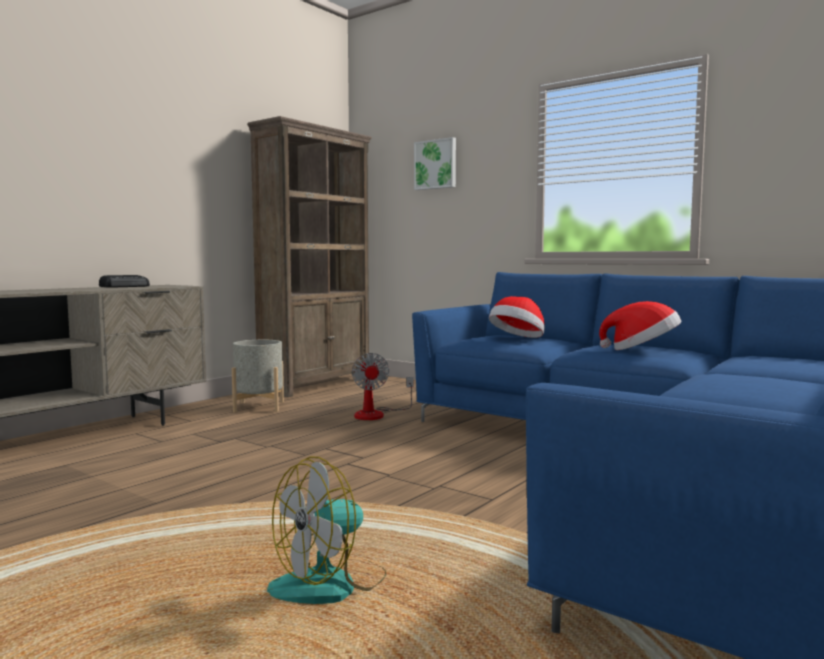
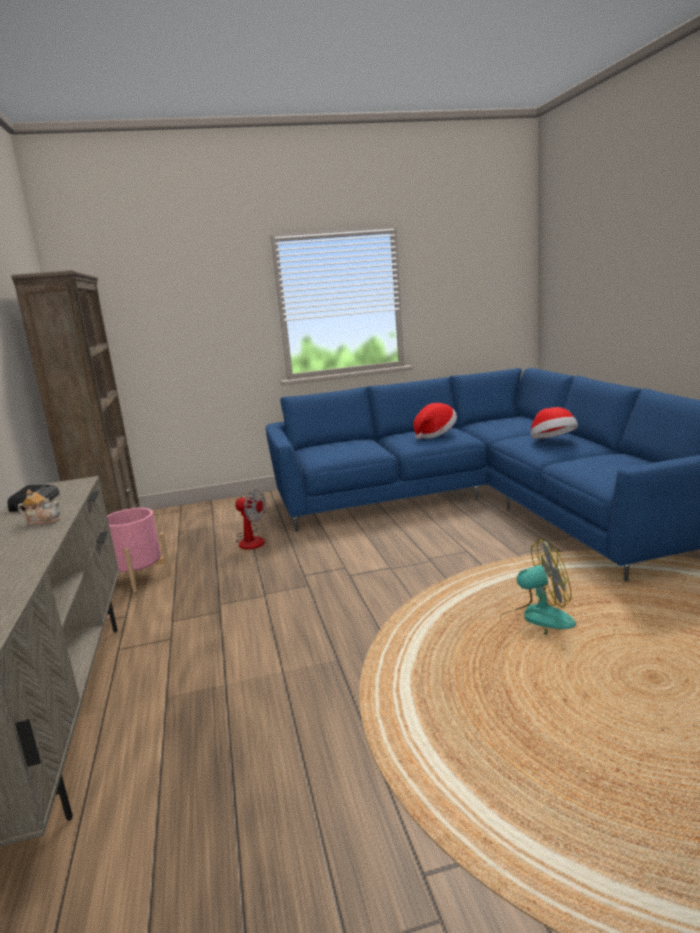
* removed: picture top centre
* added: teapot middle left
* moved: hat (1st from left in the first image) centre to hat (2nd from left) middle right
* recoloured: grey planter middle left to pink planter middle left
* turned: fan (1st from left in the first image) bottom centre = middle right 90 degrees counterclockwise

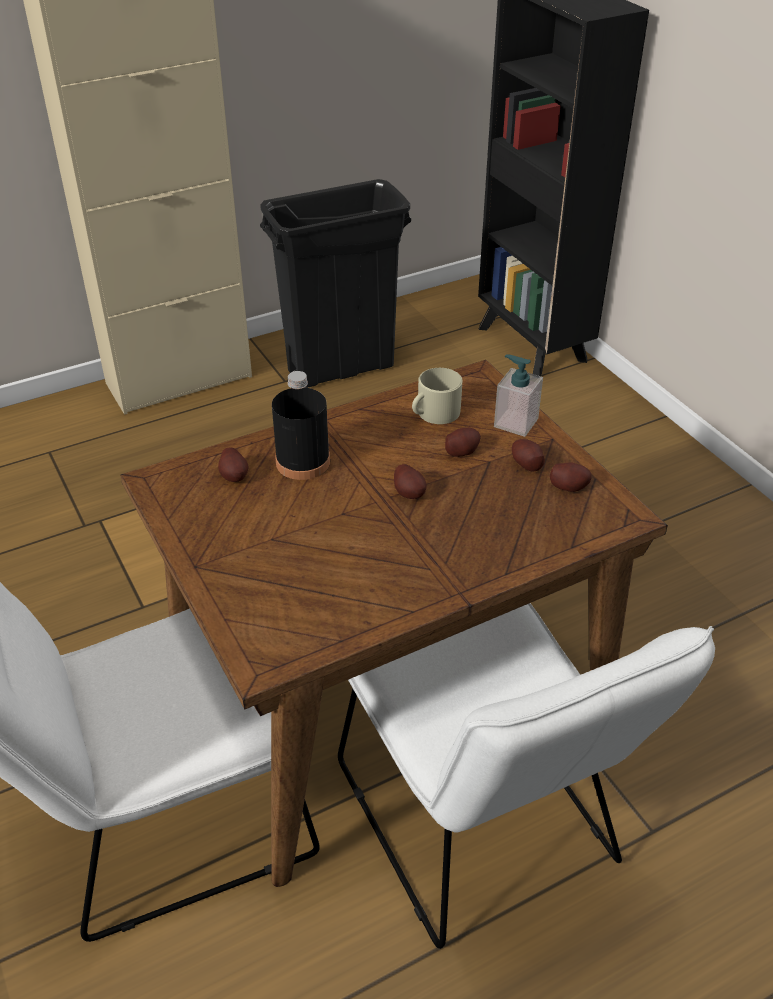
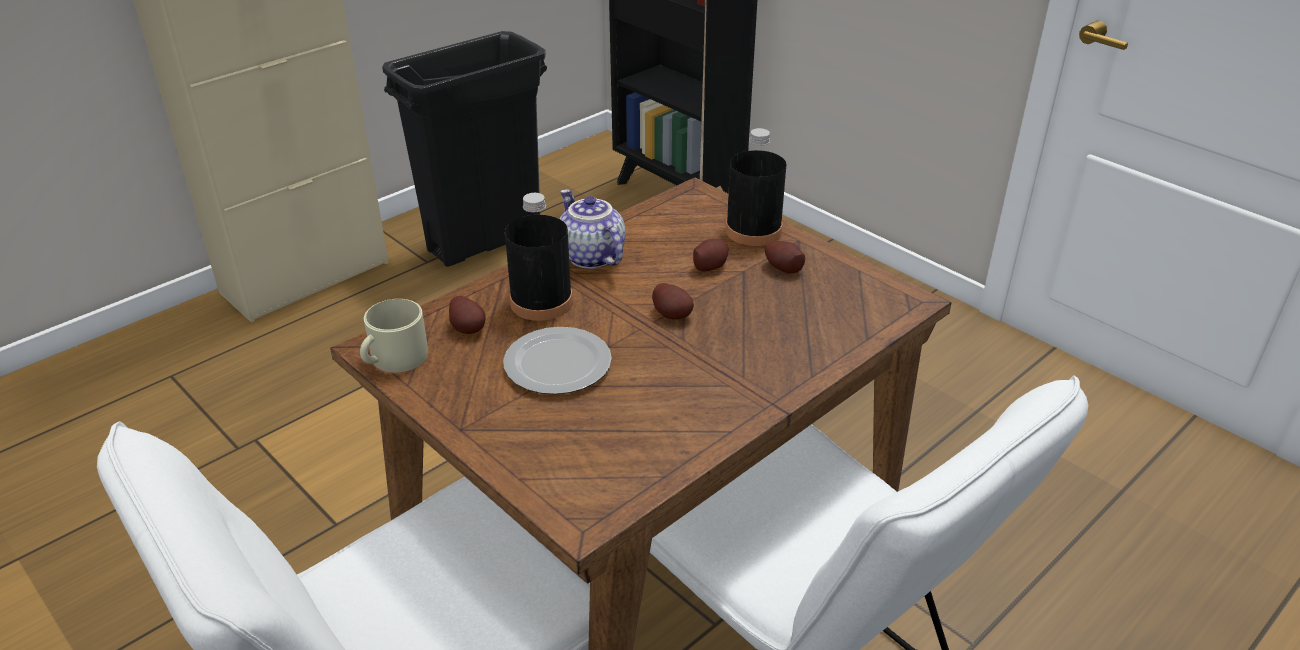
* removed: potato (5th from left) middle right
* added: plate centre
* added: teapot centre
* moved: beige mug centre to middle left
* replaced: soap dispenser middle right to black bottle (2nd from left) top centre

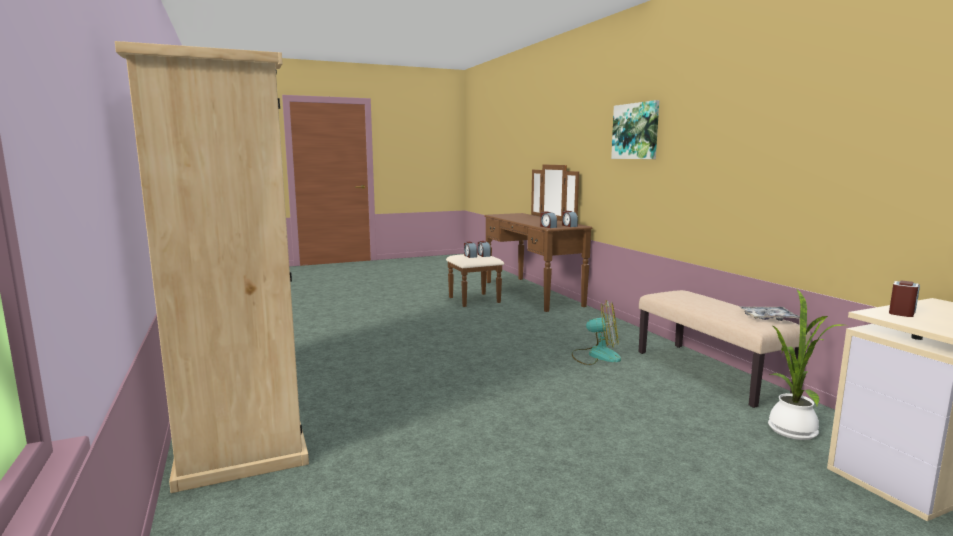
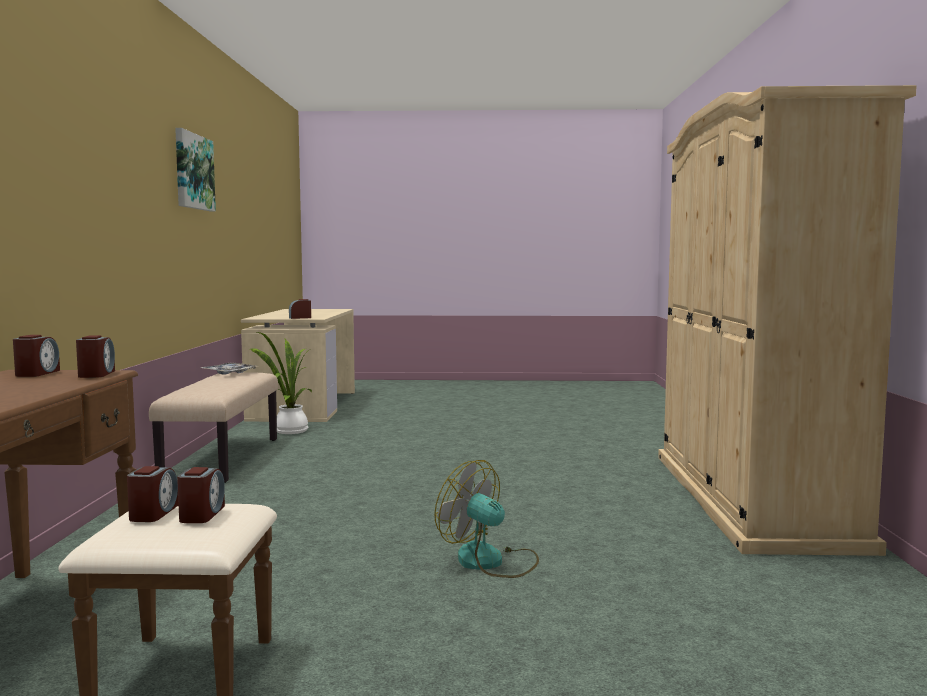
* moved: fan centre to bottom centre
* moved: picture top centre to top left

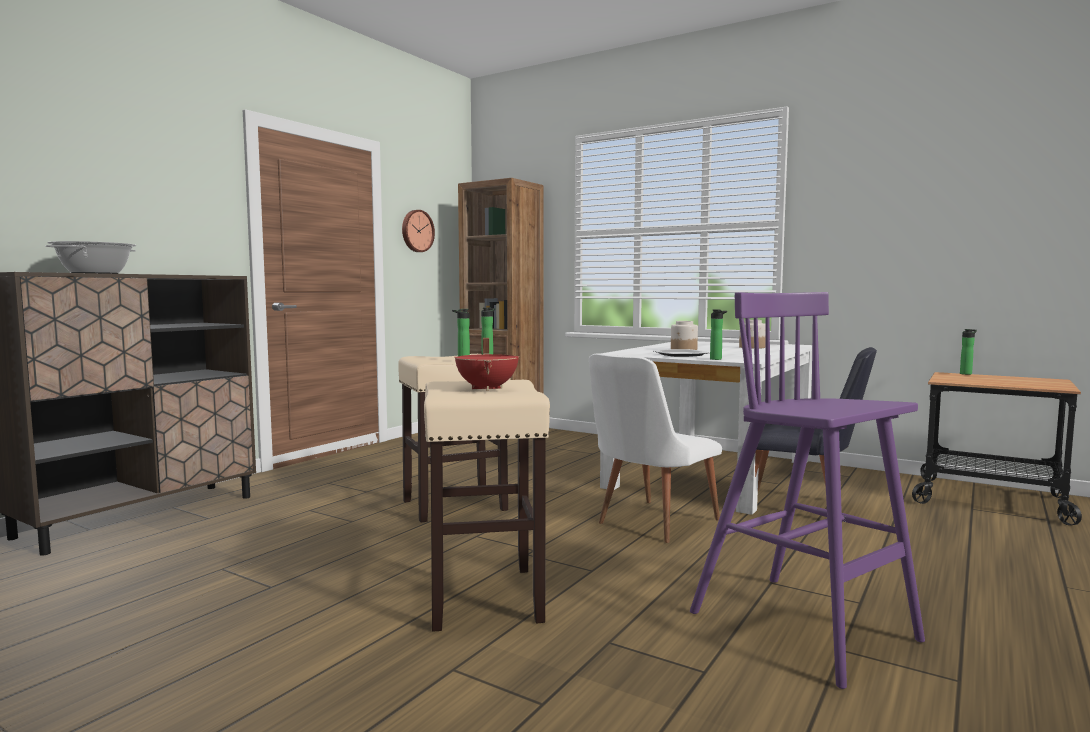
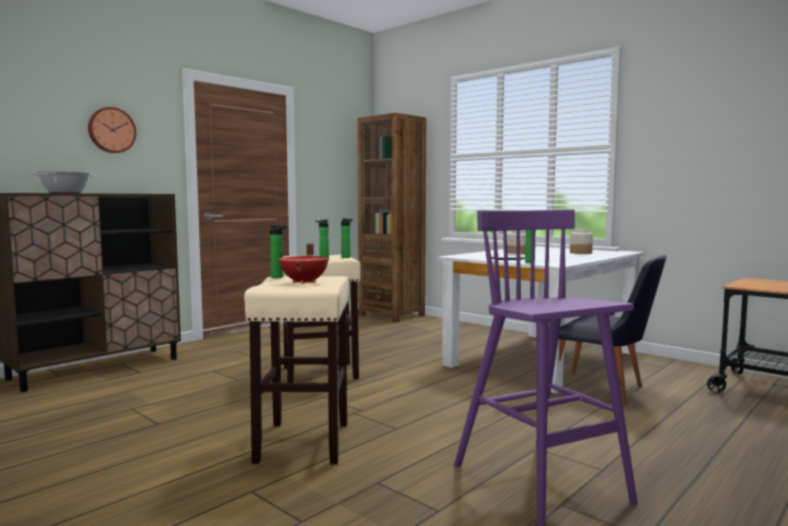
* removed: white chair centre
* moved: wall clock top centre to top left
* moved: bottle (4th from left in the first image) middle right to bottle (1st from left) centre

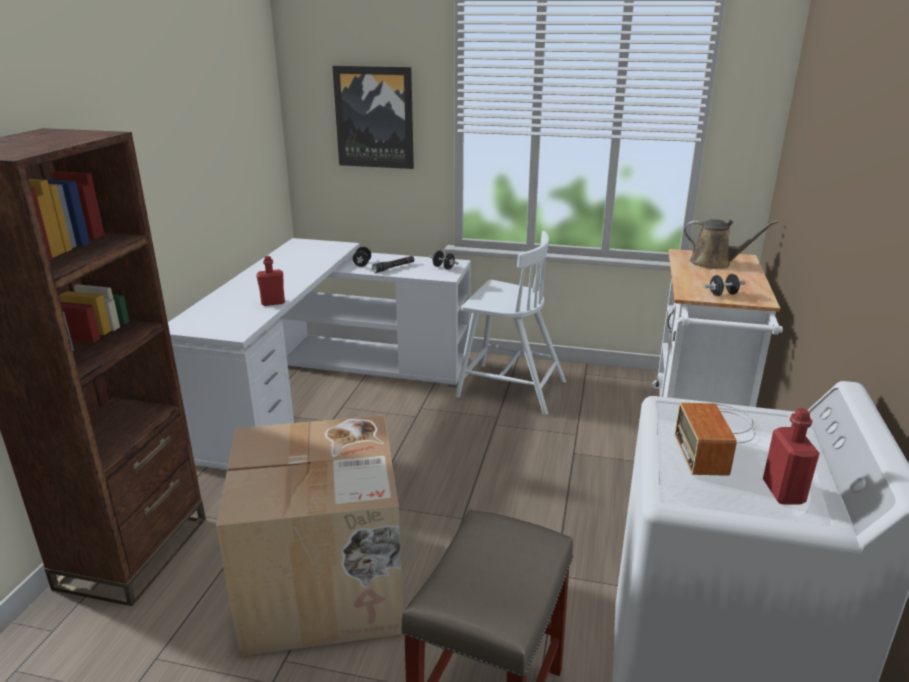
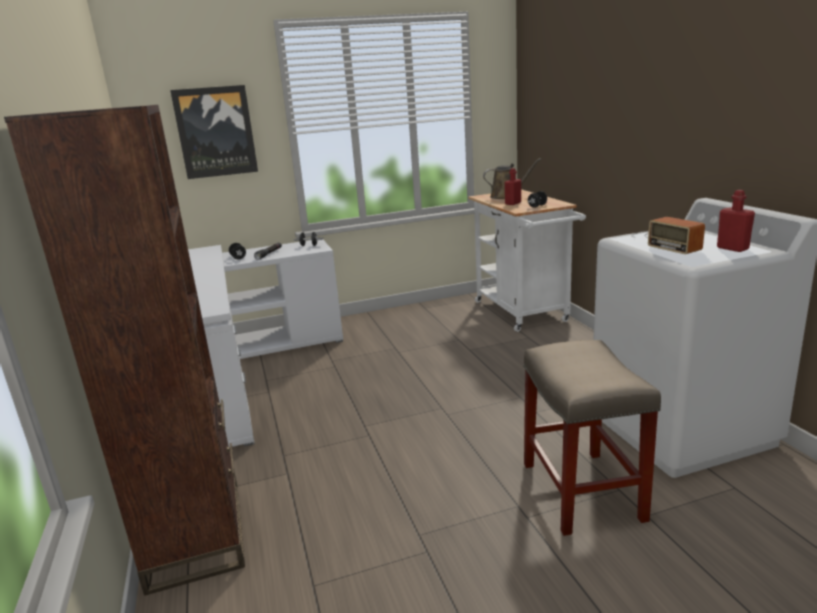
* removed: cardboard box bottom centre
* removed: white chair centre
* moved: red bottle (1st from left) middle left to top centre

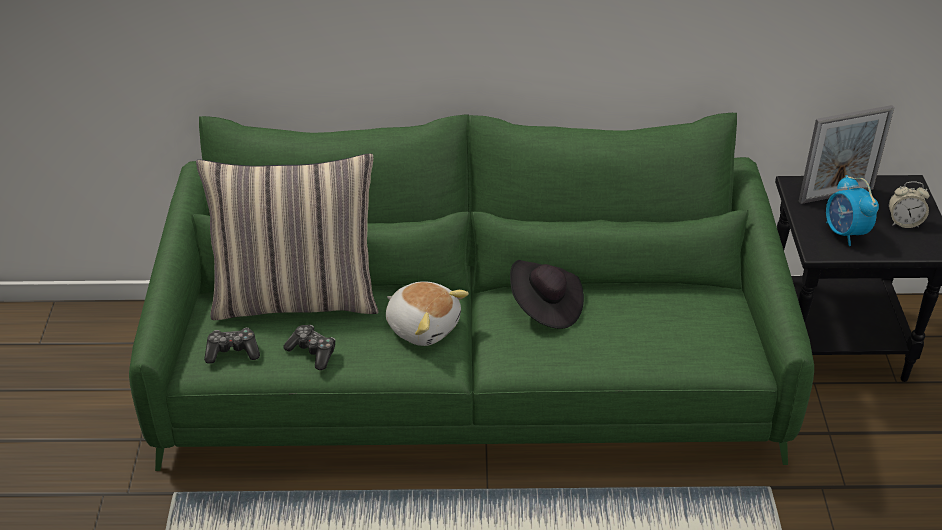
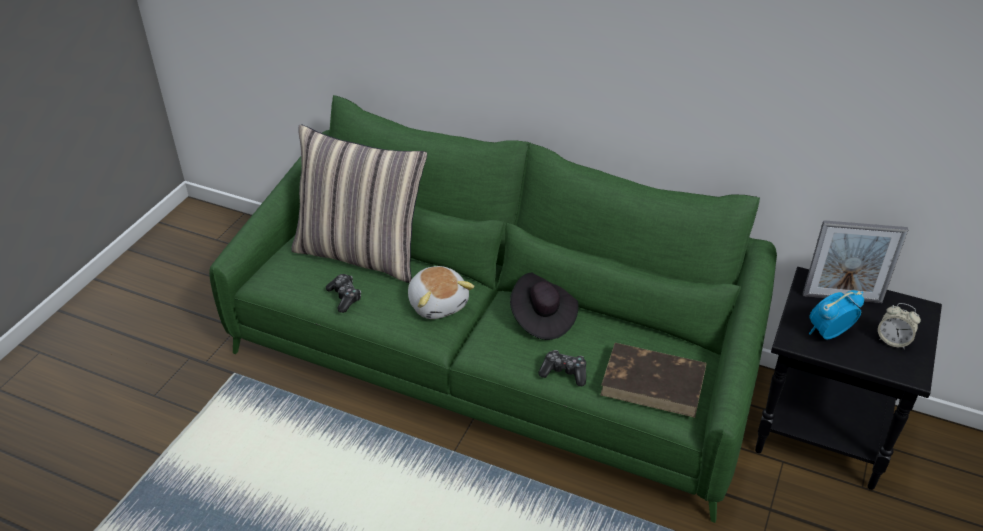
* added: brown book bottom centre
* moved: game controller (1st from left in the first image) middle left to game controller (2nd from left) bottom centre
* turned: alarm clock (1st from left) middle right = middle right 60 degrees clockwise

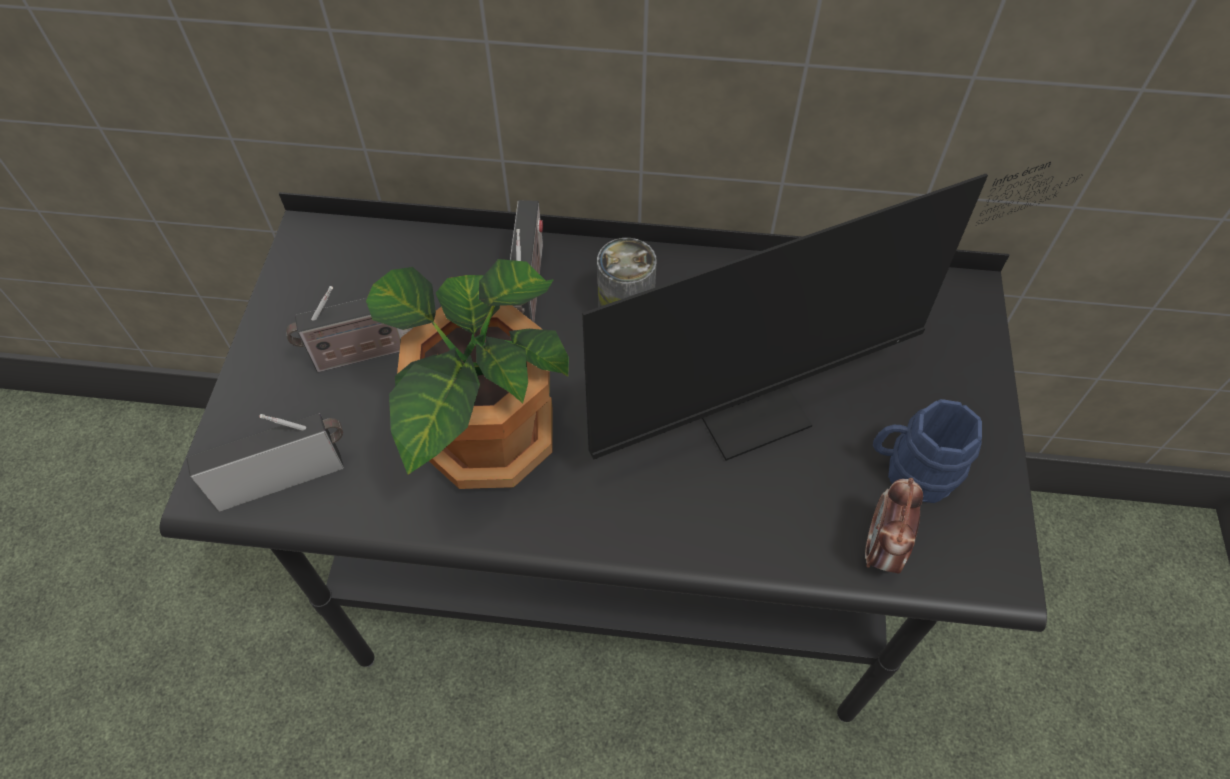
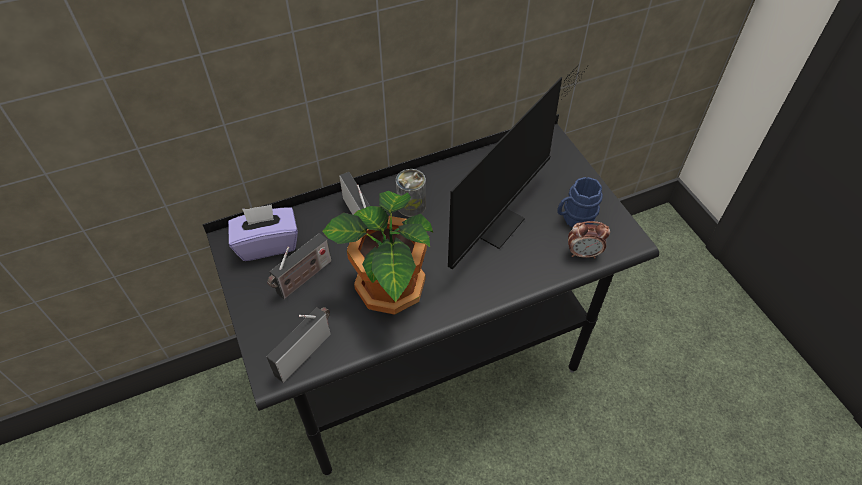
* added: purple tissue box middle left
* turned: alarm clock bottom right = middle right 75 degrees counterclockwise

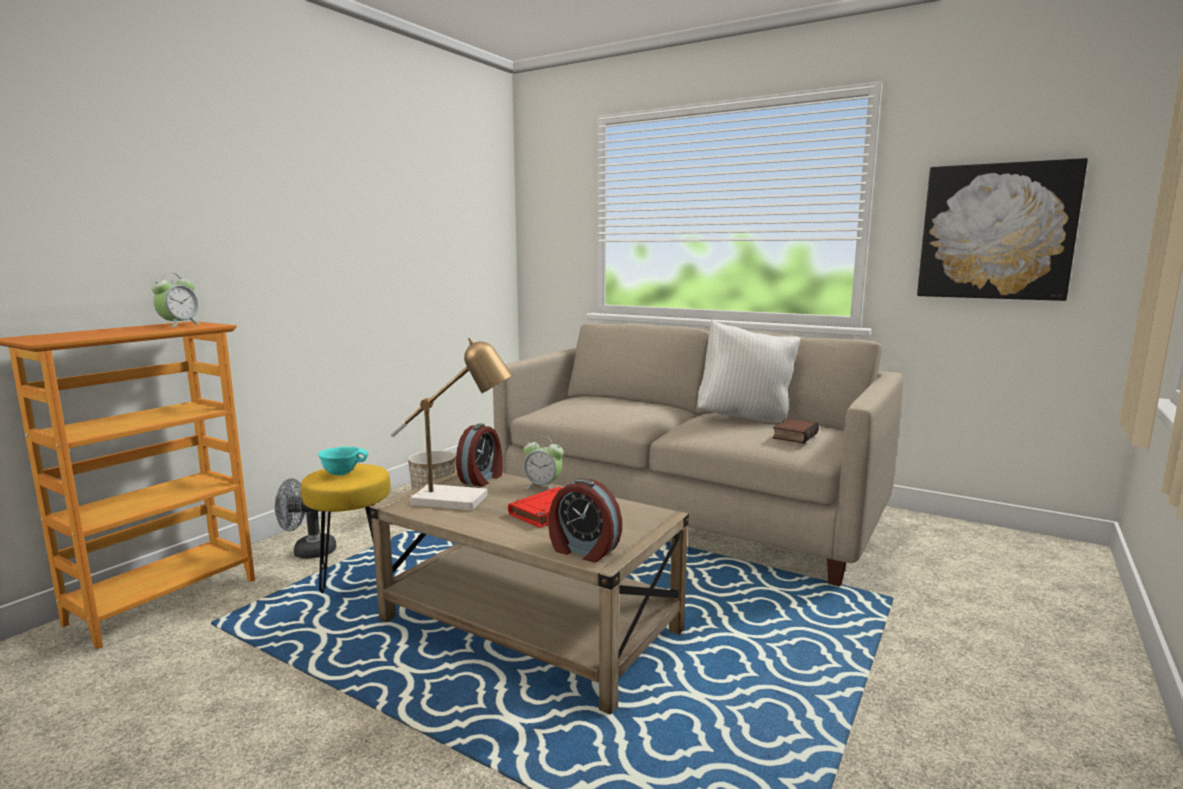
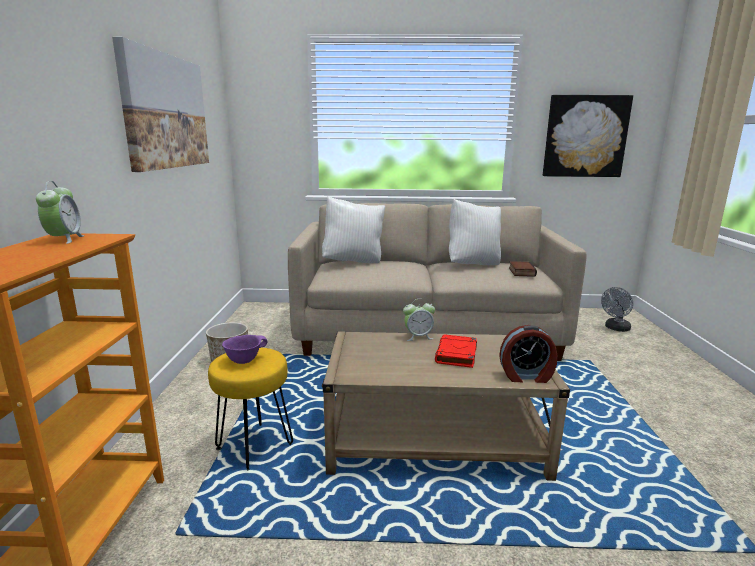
* removed: table lamp centre
* removed: alarm clock (2nd from left) centre
* added: picture (1st from left) top left
* added: white pillow (1st from left) centre
* moved: grey fan middle left to middle right
* recoloured: turquoise bowl middle left to purple bowl middle left

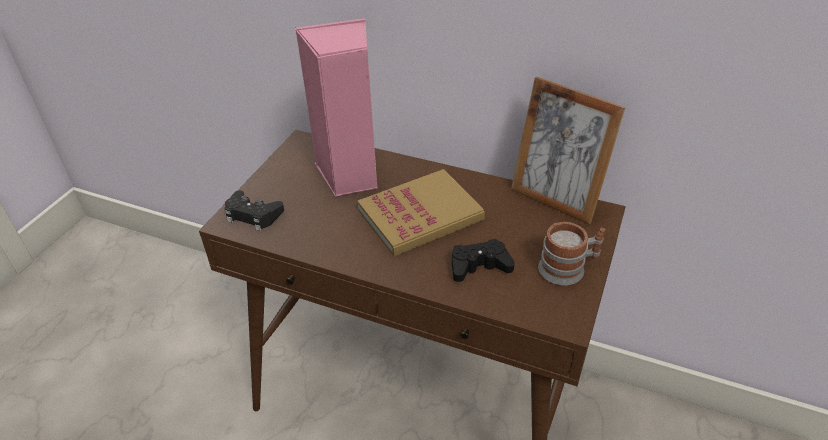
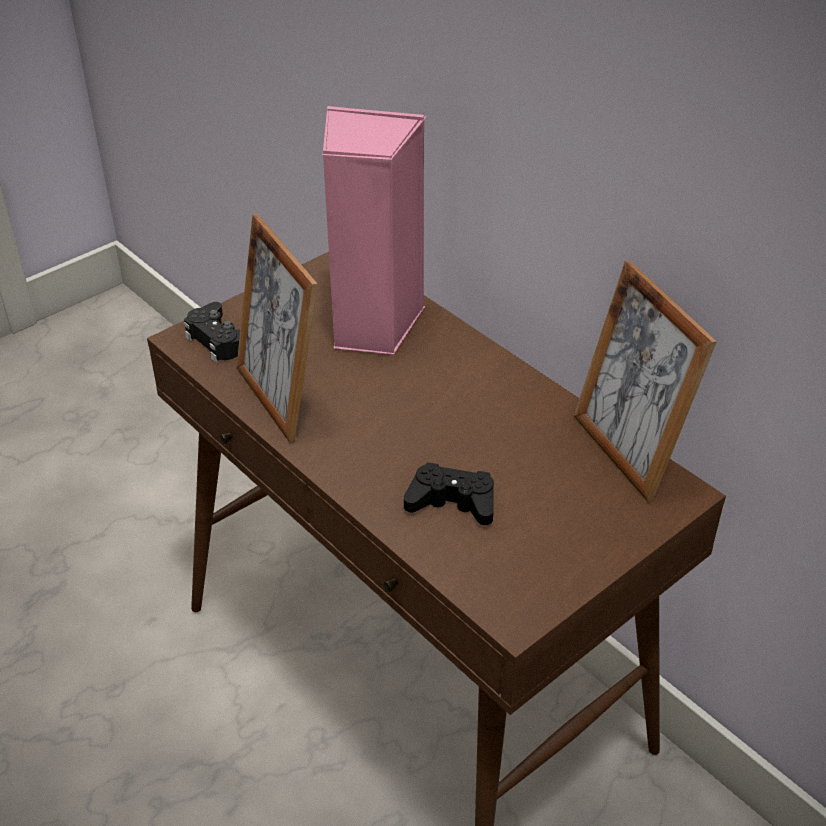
* removed: book centre
* removed: mug middle right
* added: picture frame (1st from left) centre

